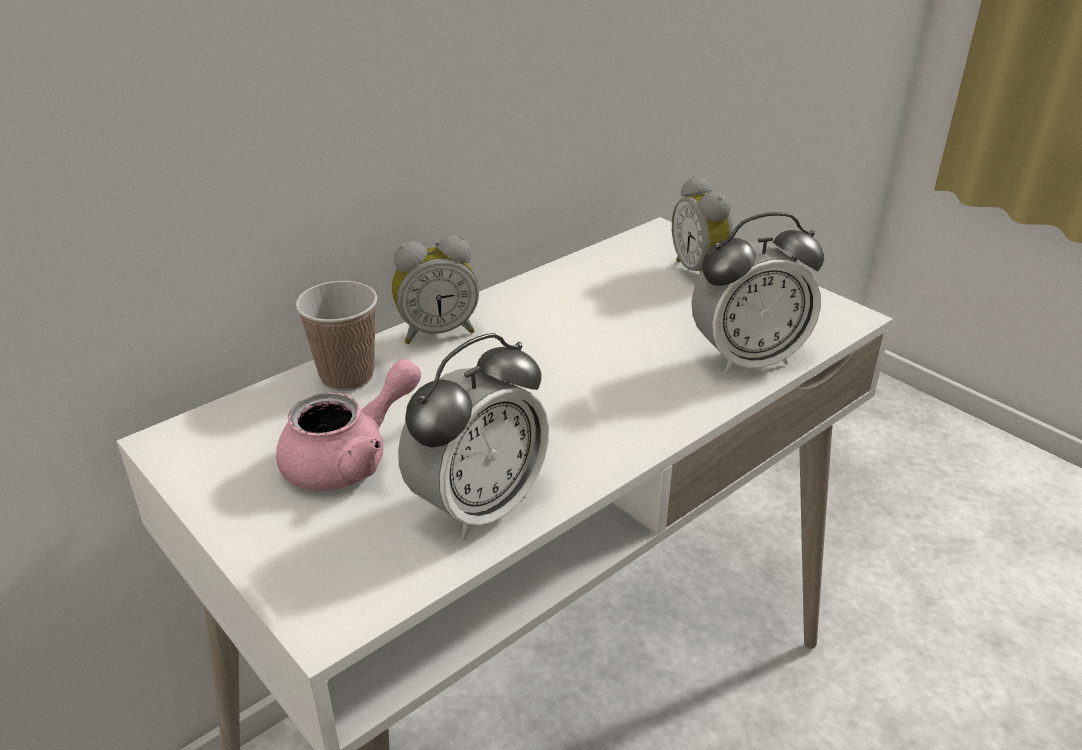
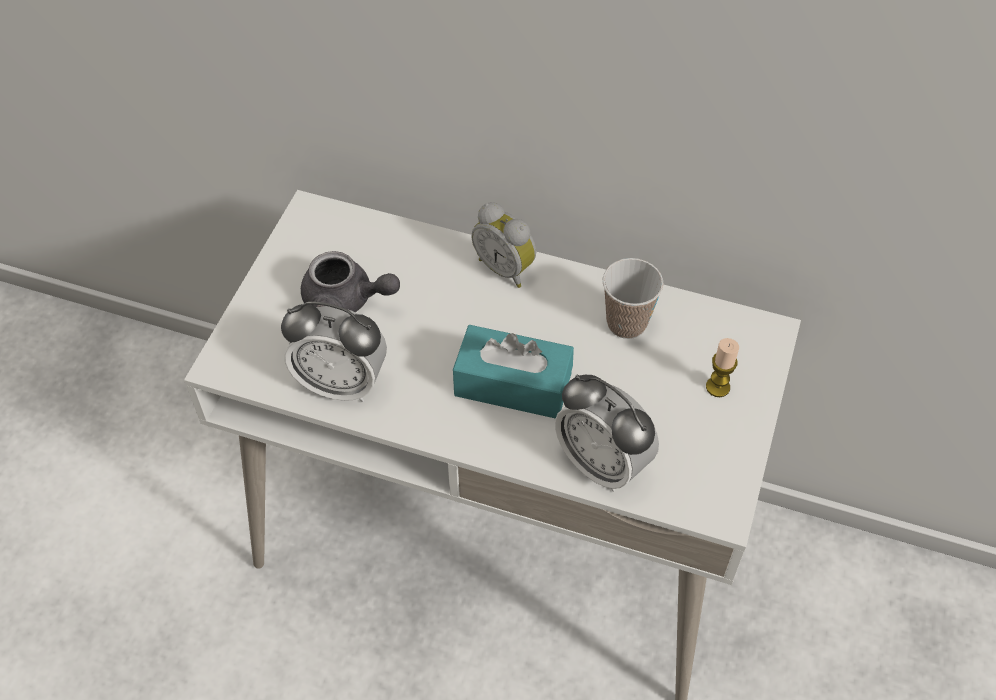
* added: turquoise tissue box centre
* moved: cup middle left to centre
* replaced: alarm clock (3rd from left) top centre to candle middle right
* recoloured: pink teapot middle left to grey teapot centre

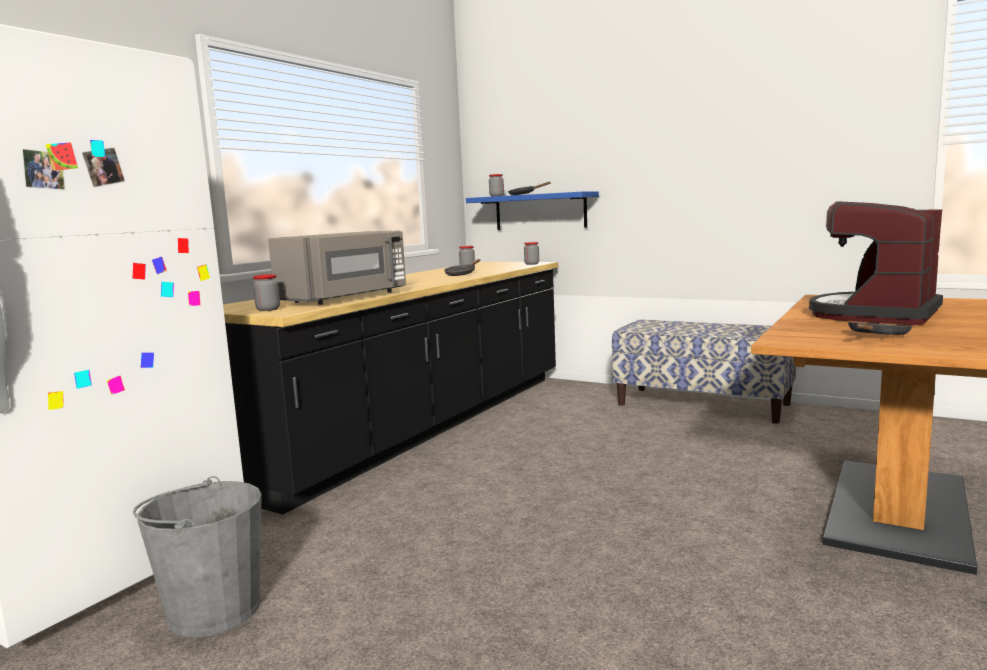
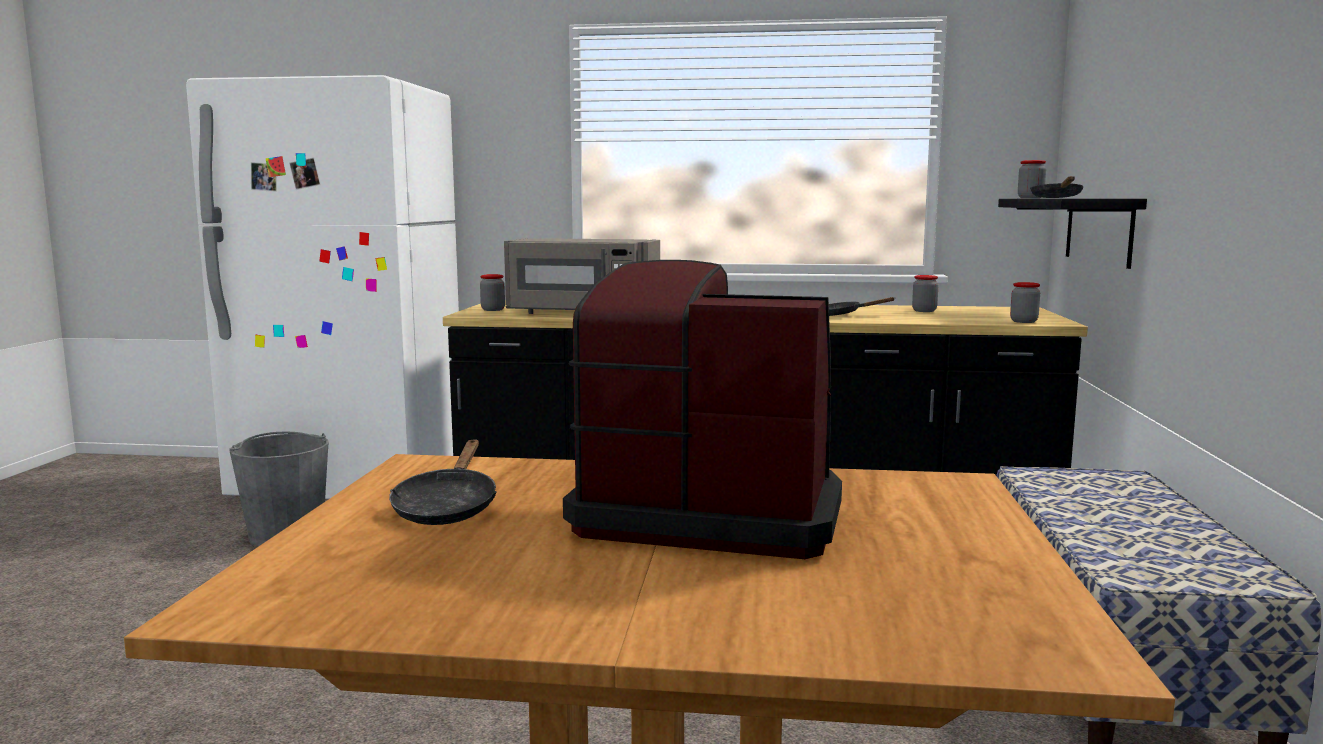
* recoloured: blue shelf top centre to black shelf top right
* turned: black frying pan (3rd from left in the first image) middle right = centre 75 degrees clockwise

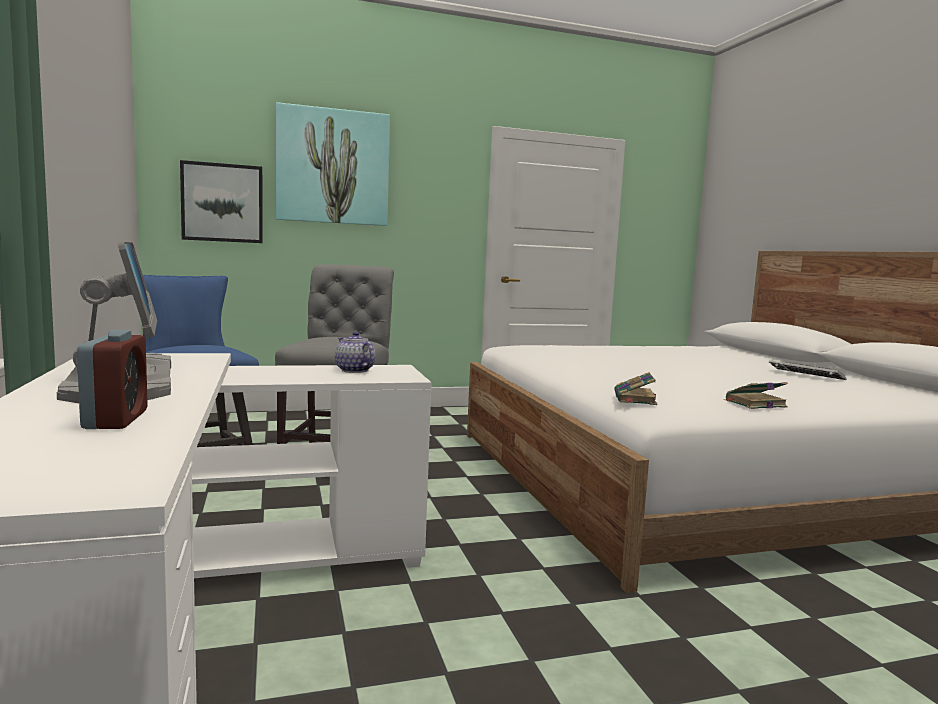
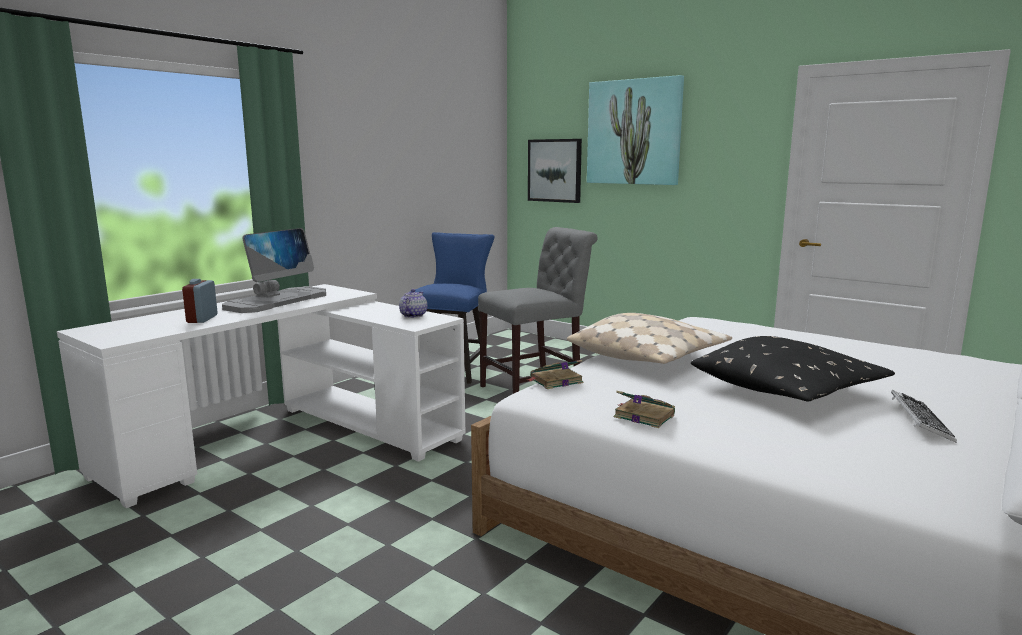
* added: beige pillow centre
* added: black pillow middle right
* turned: alarm clock middle left = middle left 135 degrees clockwise

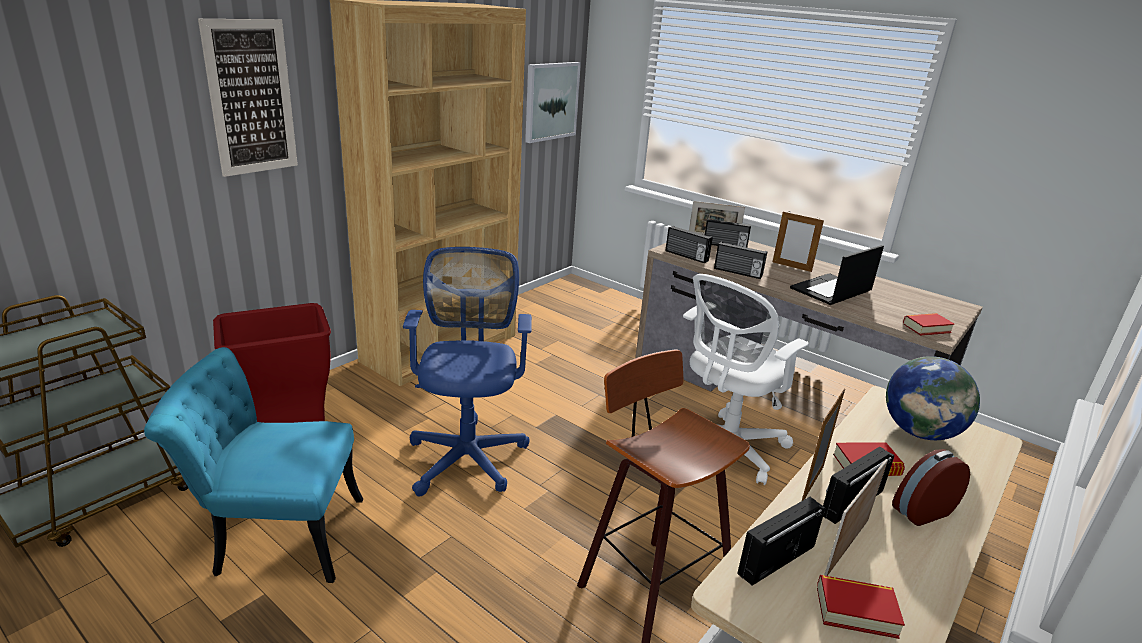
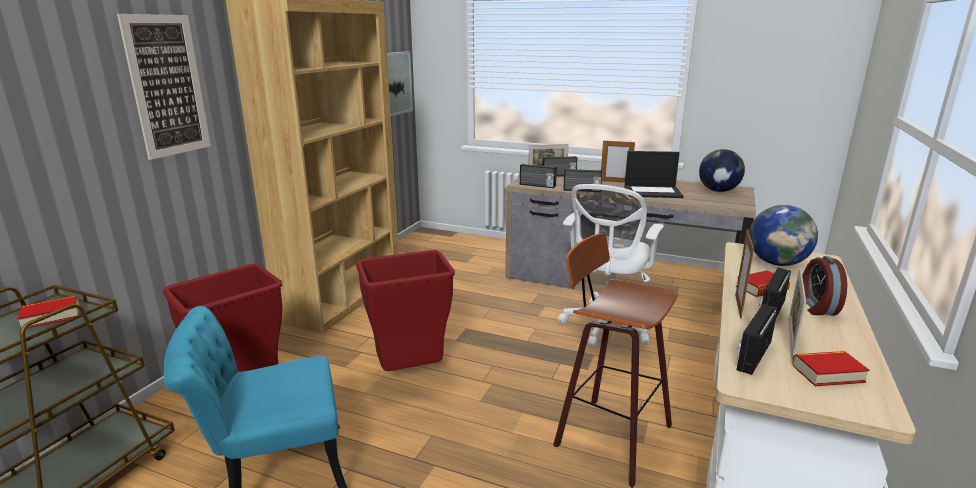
* added: globe (1st from left) middle right
* moved: book (3rd from left in the first image) middle right to book (1st from left) middle left
* replaced: blue office chair centre to red trash can (2nd from left) centre
* turned: laptop middle right = middle right 120 degrees counterclockwise
* turned: alarm clock bottom right = middle right 45 degrees counterclockwise

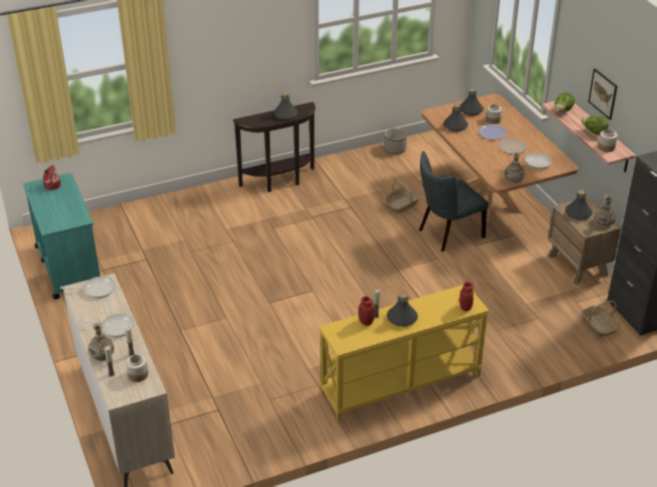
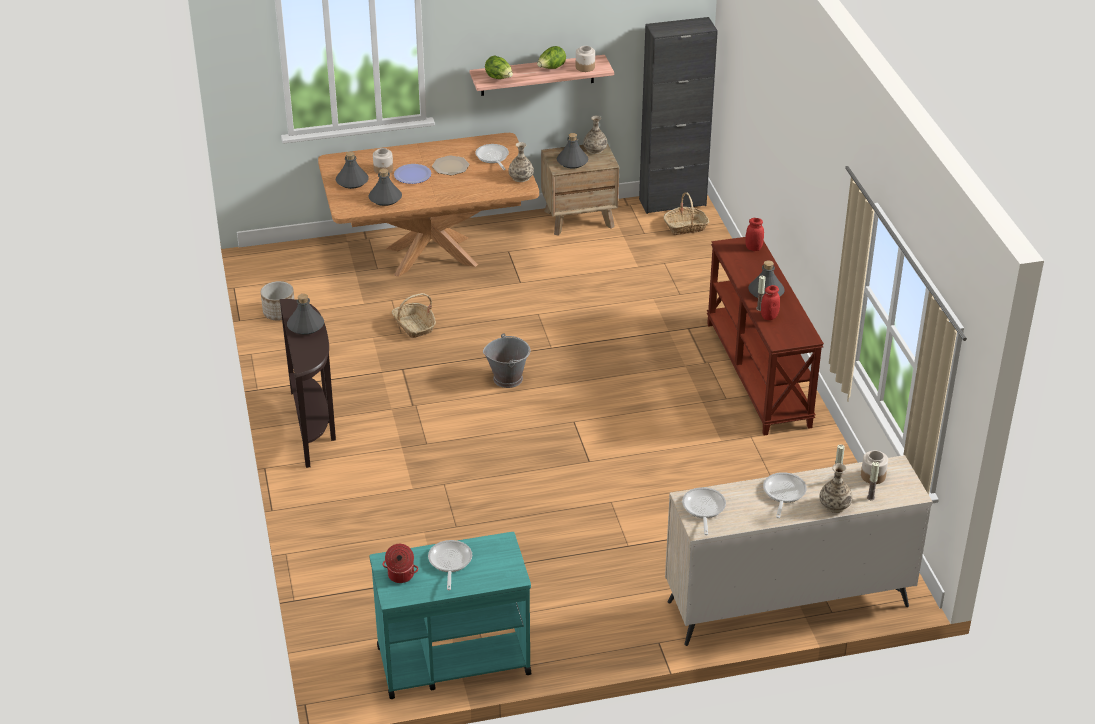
* removed: grey chair middle right
* removed: picture top right
* added: frying pan (1st from left) bottom centre
* added: grey bucket centre
* recoloured: yellow console table bottom centre to brown console table (2nd from left) middle right

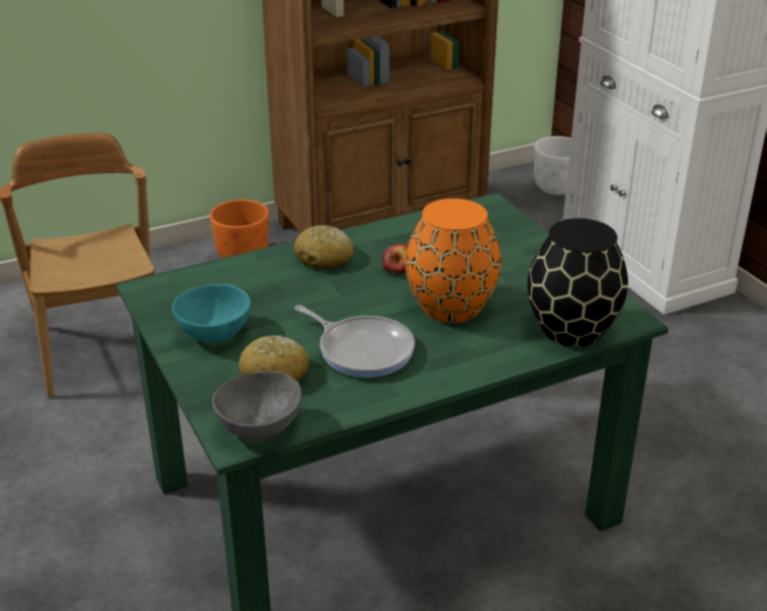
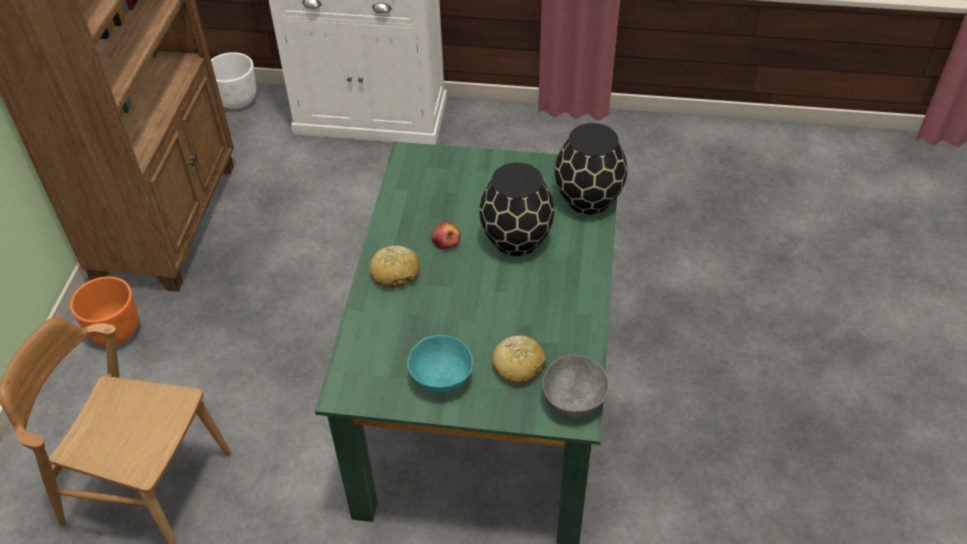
* removed: frying pan centre
* recoloured: orange vase centre to black vase (1st from left) centre

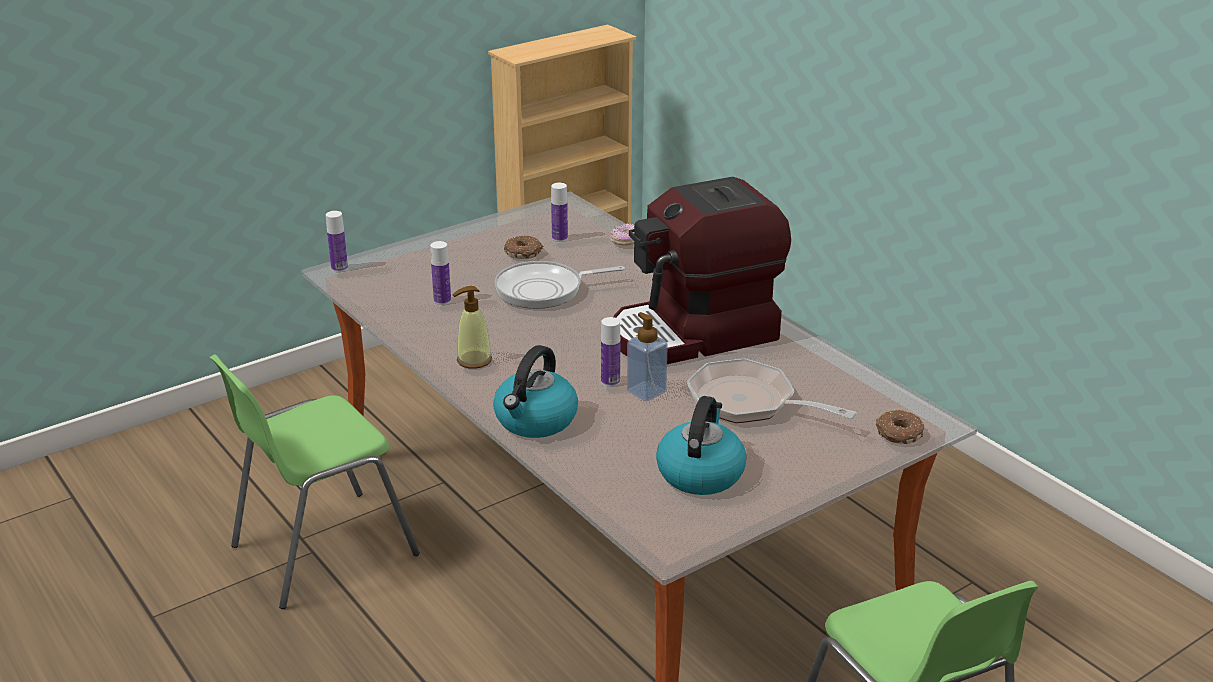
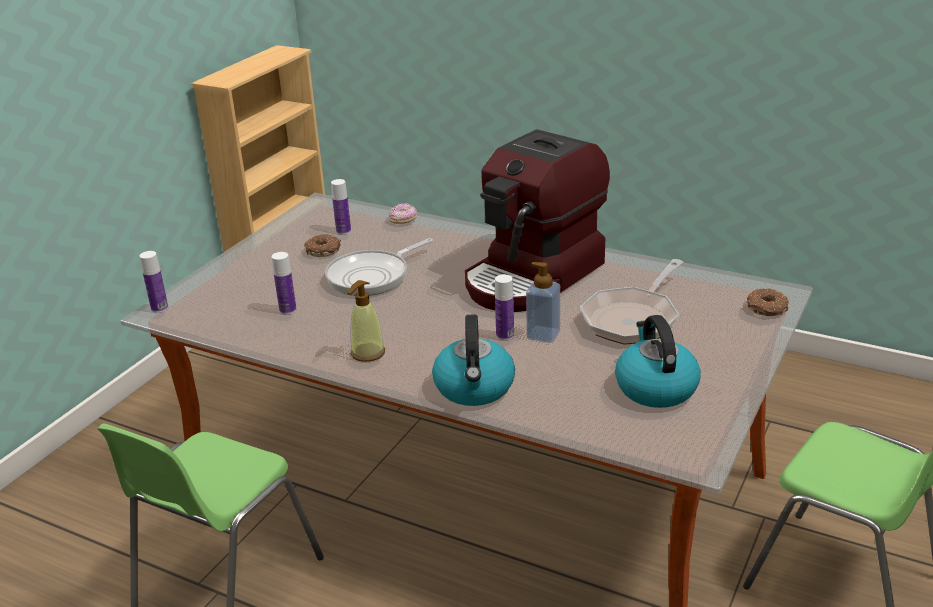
* turned: frying pan (2nd from left) centre = middle right 60 degrees counterclockwise

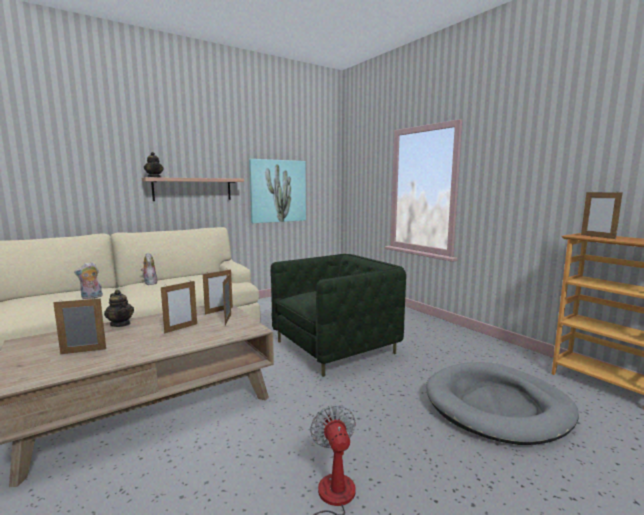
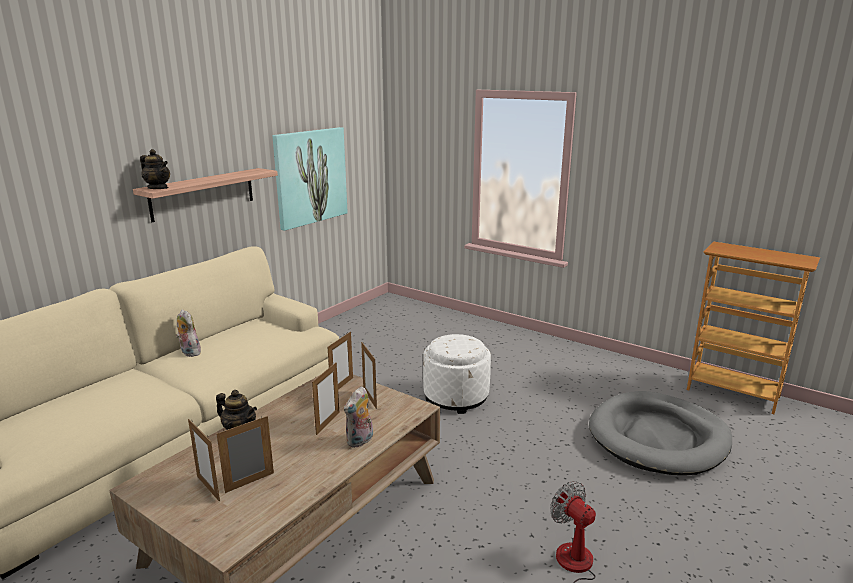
* moved: plush toy (1st from left in the first image) middle left to plush toy (2nd from left) bottom centre
* moved: picture frame (5th from left in the first image) middle right to picture frame (1st from left) bottom left
* replaced: green armchair centre to white ottoman centre

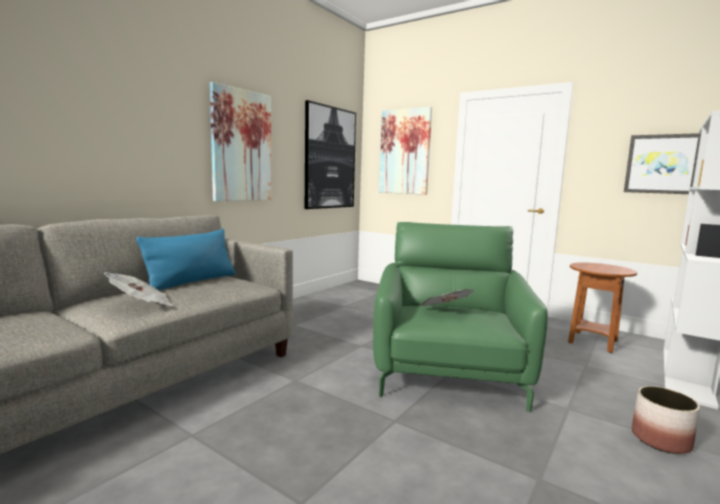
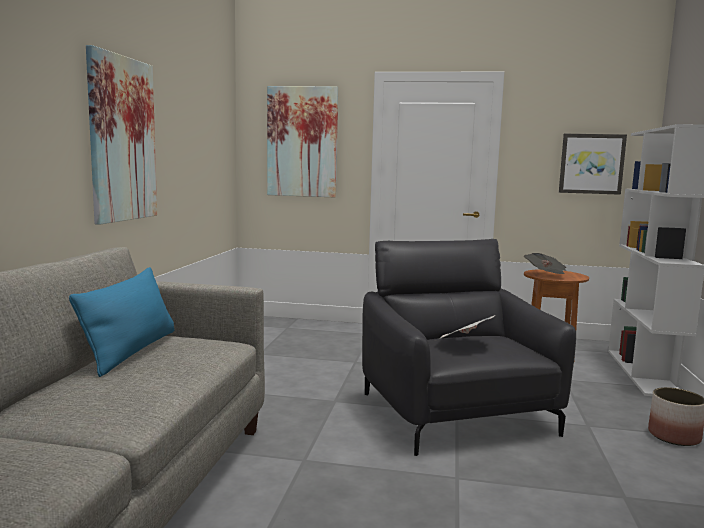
* removed: picture (2nd from left) top centre
* moved: newspaper (1st from left in the first image) middle left to newspaper (2nd from left) middle right
* recoloured: green armchair centre to black armchair centre

